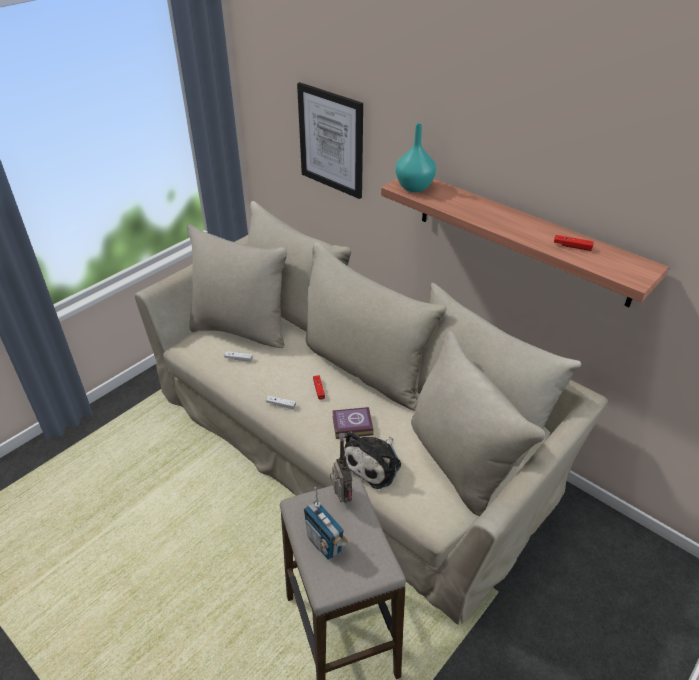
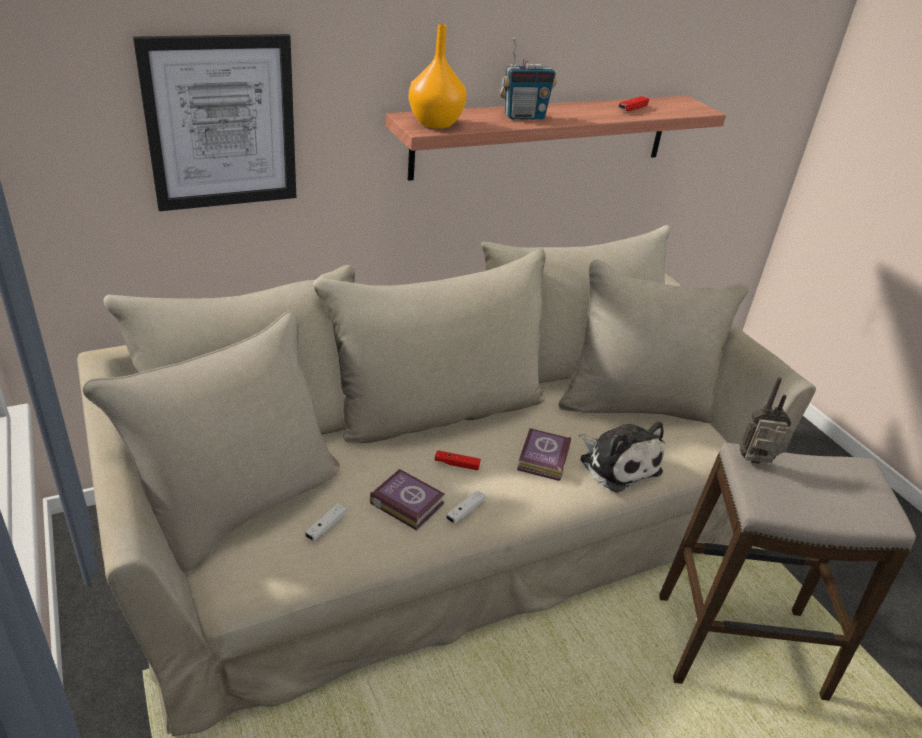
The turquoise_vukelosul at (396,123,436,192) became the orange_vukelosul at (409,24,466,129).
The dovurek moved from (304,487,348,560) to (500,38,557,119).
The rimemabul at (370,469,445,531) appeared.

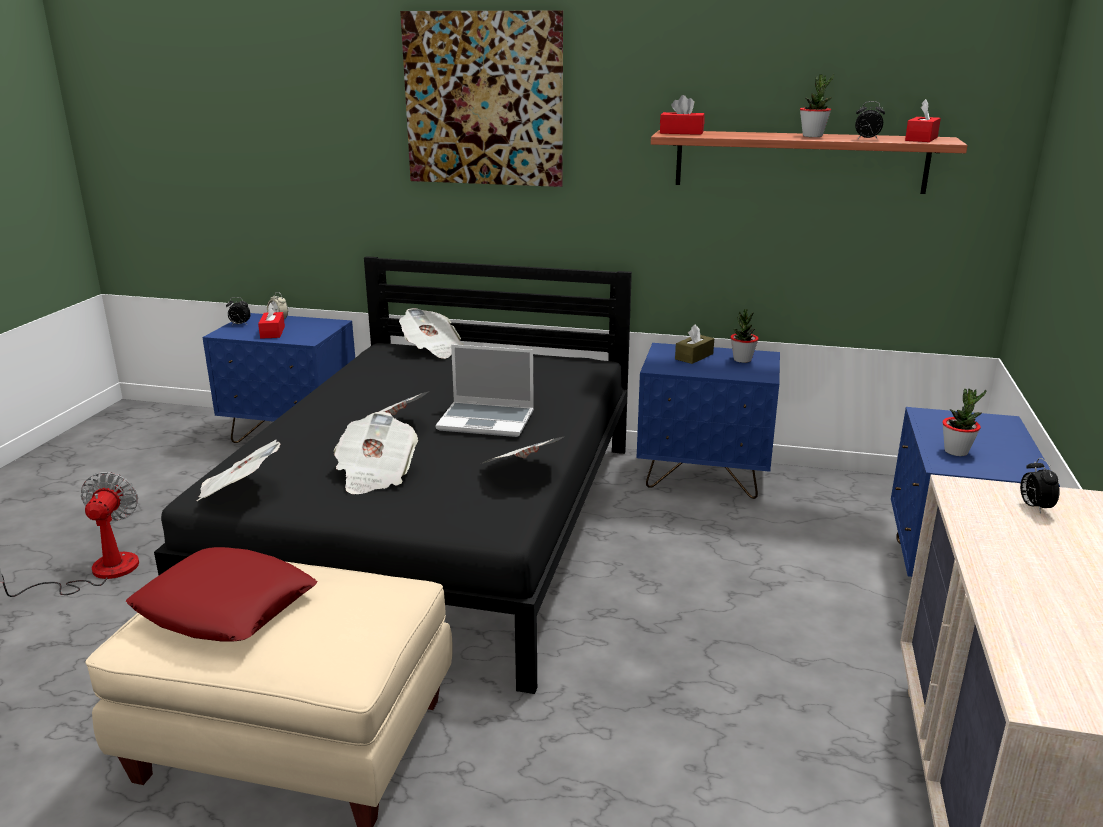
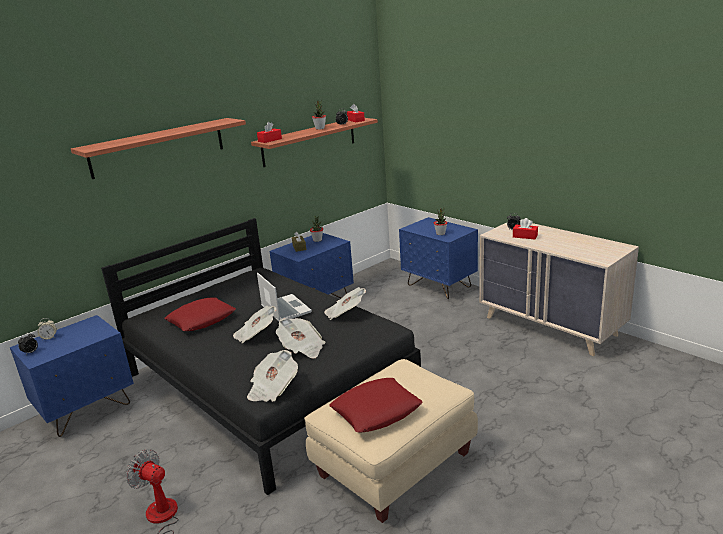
The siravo at (400,10,563,187) was replaced by the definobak at (71,118,246,179).
The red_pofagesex moved from (258,303,285,339) to (513,218,538,239).
The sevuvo at (399,308,464,359) disappeared.
The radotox at (436,344,534,437) turned 75 degrees counterclockwise.
The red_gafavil at (164,297,236,331) appeared.

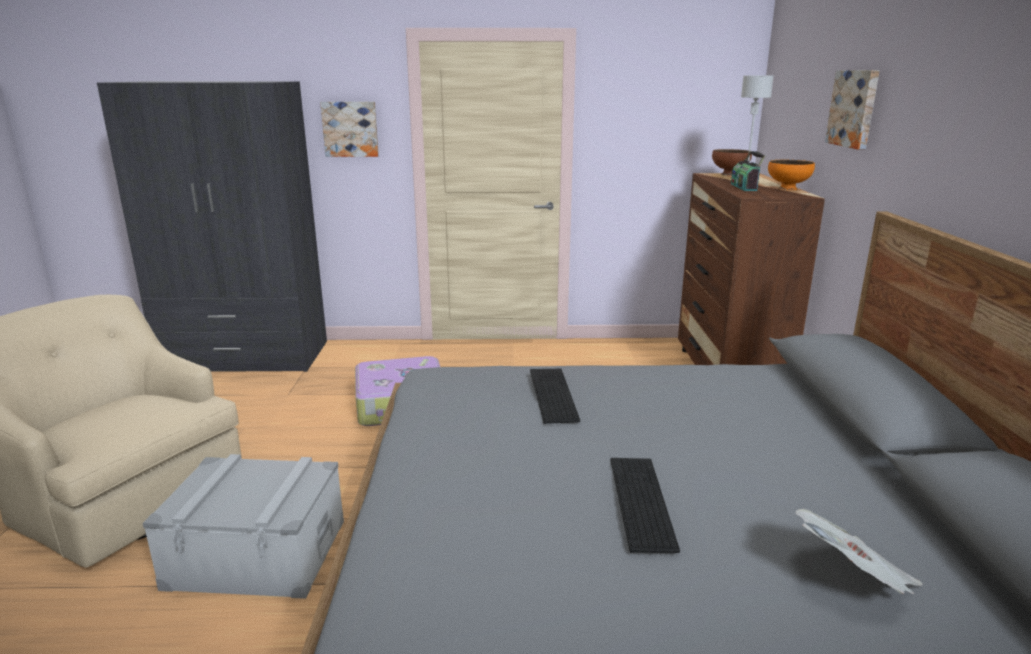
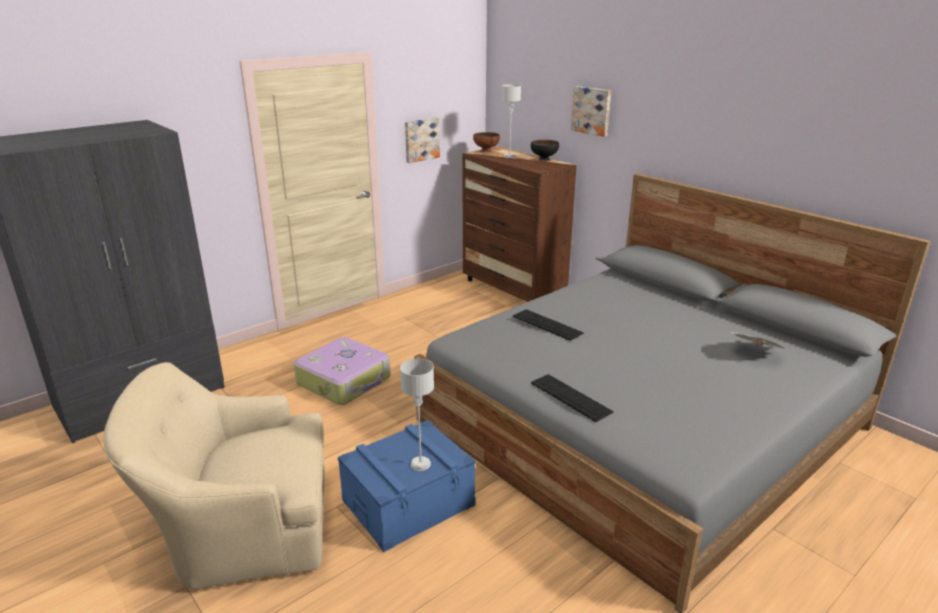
The siravo moved from (320,102,379,157) to (405,117,440,163).
The dovurek at (731,151,765,191) disappeared.
The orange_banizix at (768,160,815,190) became the black_banizix at (531,140,559,161).
The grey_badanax at (143,454,344,599) became the blue_badanax at (338,420,476,552).
The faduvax moved from (611,458,680,553) to (531,374,614,422).
The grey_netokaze at (400,359,434,471) appeared.

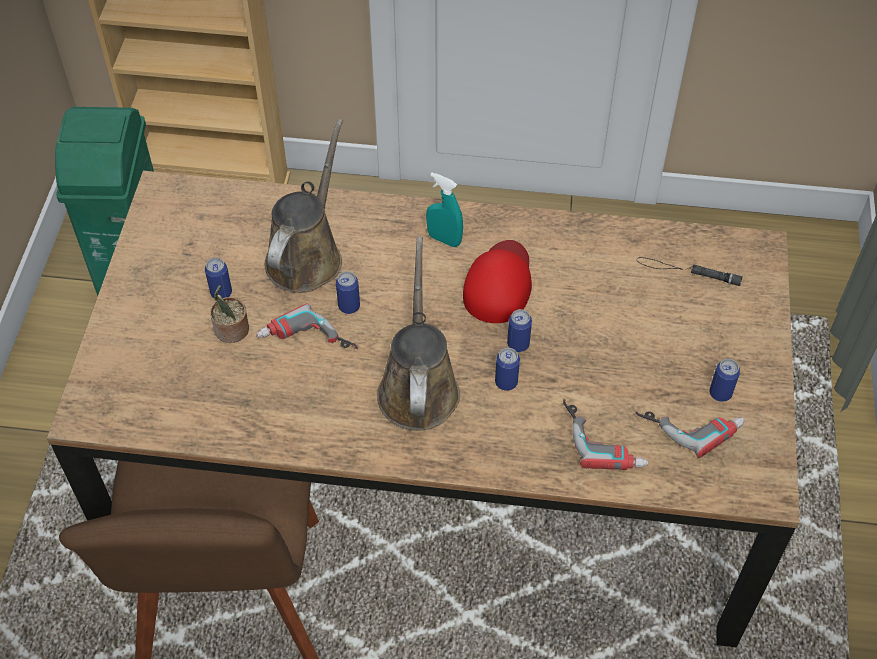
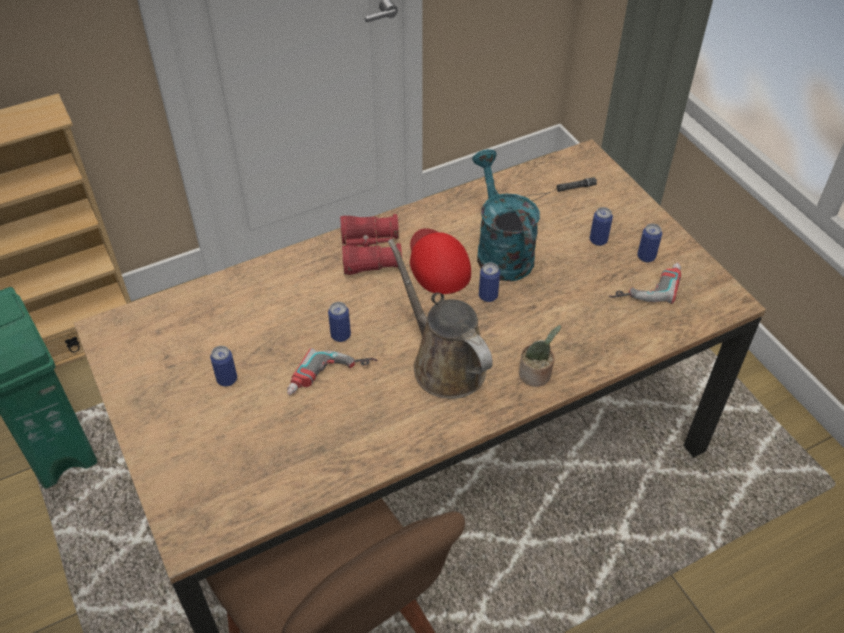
The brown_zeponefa at (265,119,343,293) disappeared.
The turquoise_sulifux at (426,172,463,247) was replaced by the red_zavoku at (340,214,402,275).
The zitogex moved from (210,285,249,343) to (519,325,561,387).
The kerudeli moved from (495,348,520,391) to (590,207,613,246).
The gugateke at (563,399,649,470) disappeared.
The turquoise_zeponefa at (472,149,540,281) appeared.

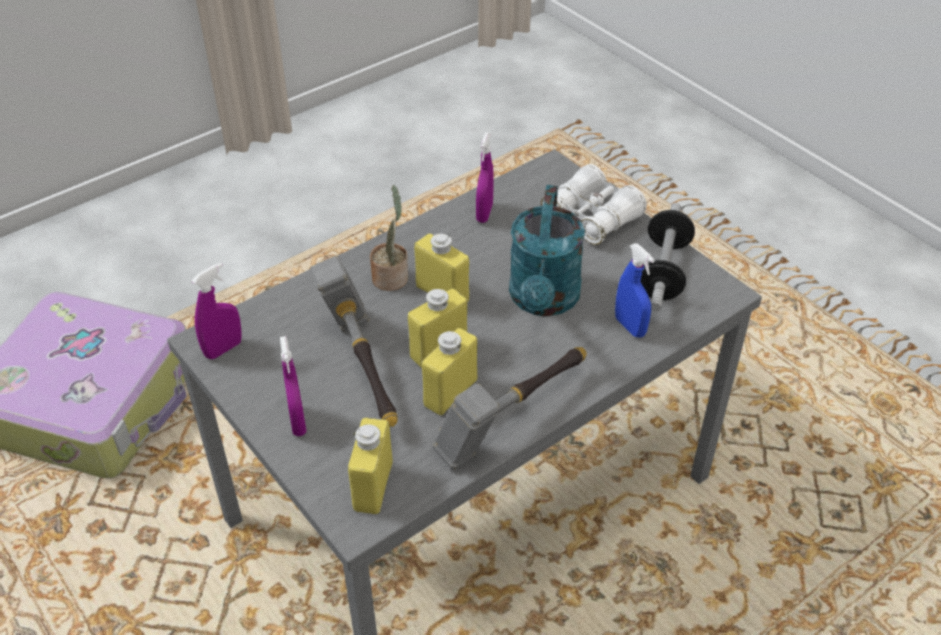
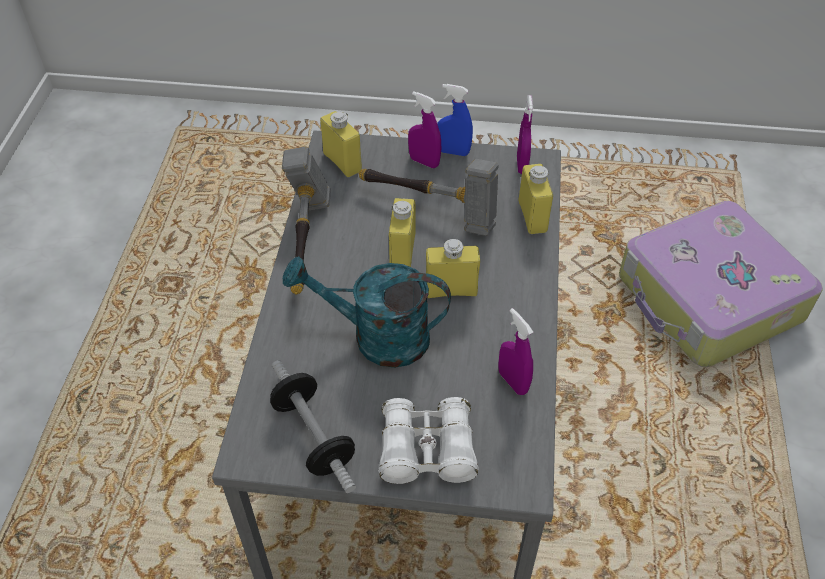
The zitogex at (370,185,408,291) disappeared.
The turquoise_zeponefa at (509,185,585,316) turned 45 degrees counterclockwise.
The blue_sulifux moved from (615,243,655,338) to (437,84,473,156).
The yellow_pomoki moved from (422,328,477,416) to (518,164,553,234).

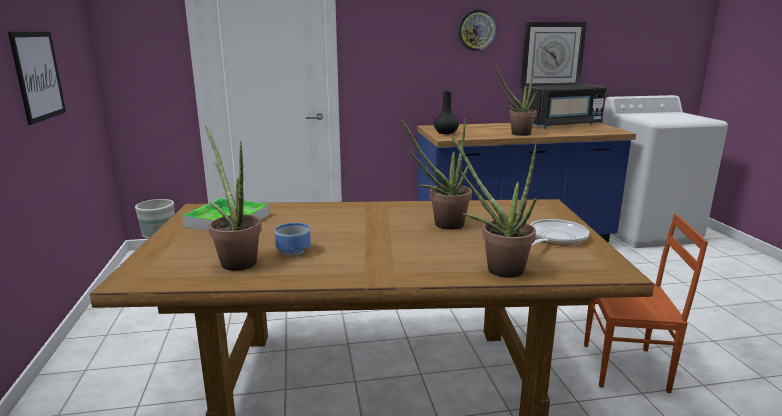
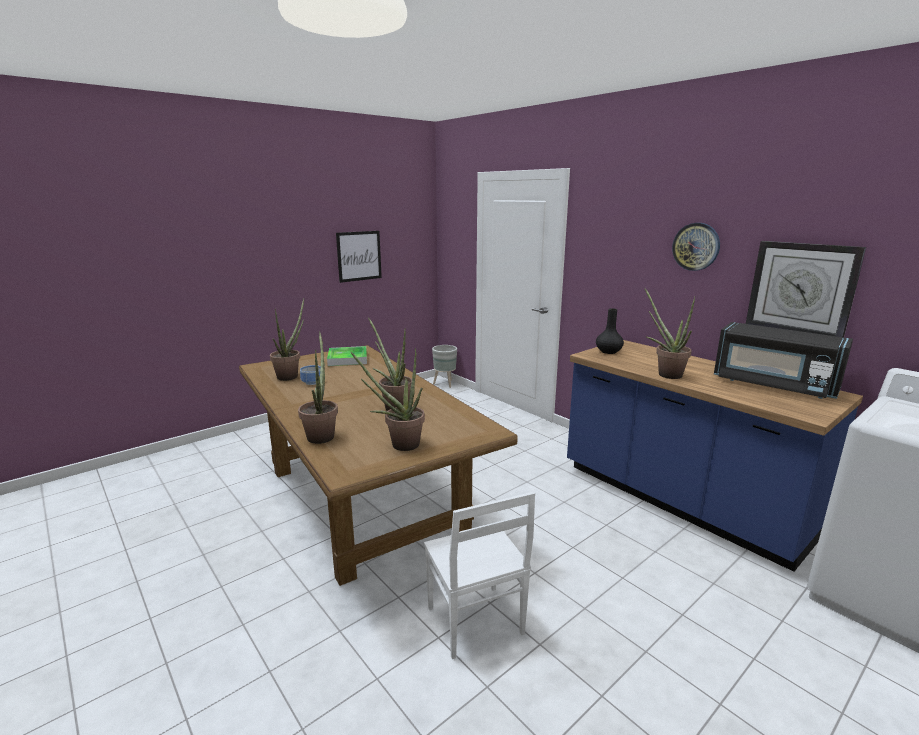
The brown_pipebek at (584,214,708,393) became the white_pipebek at (424,492,535,659).
The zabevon at (530,219,589,246) was replaced by the zitogex at (351,348,425,451).

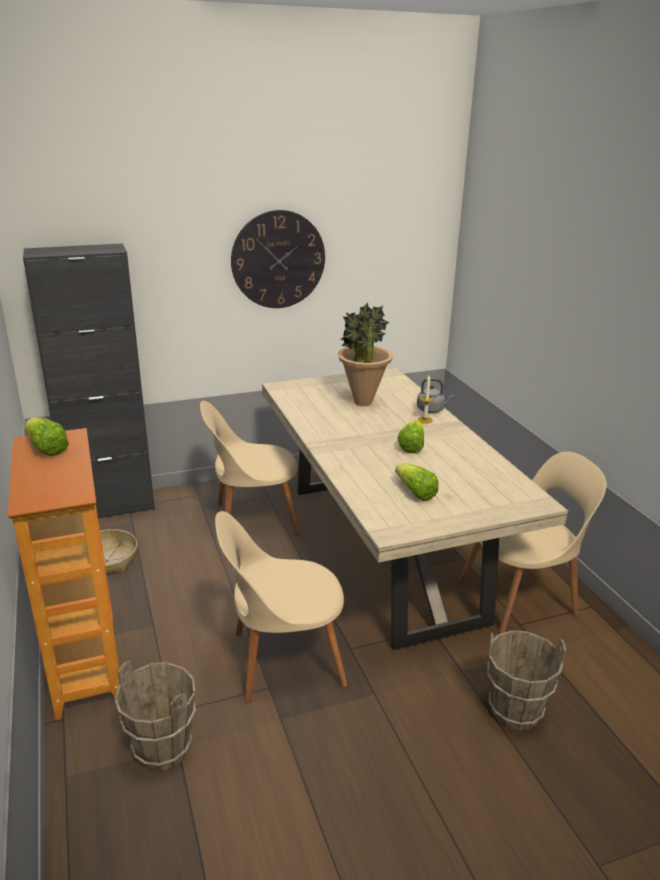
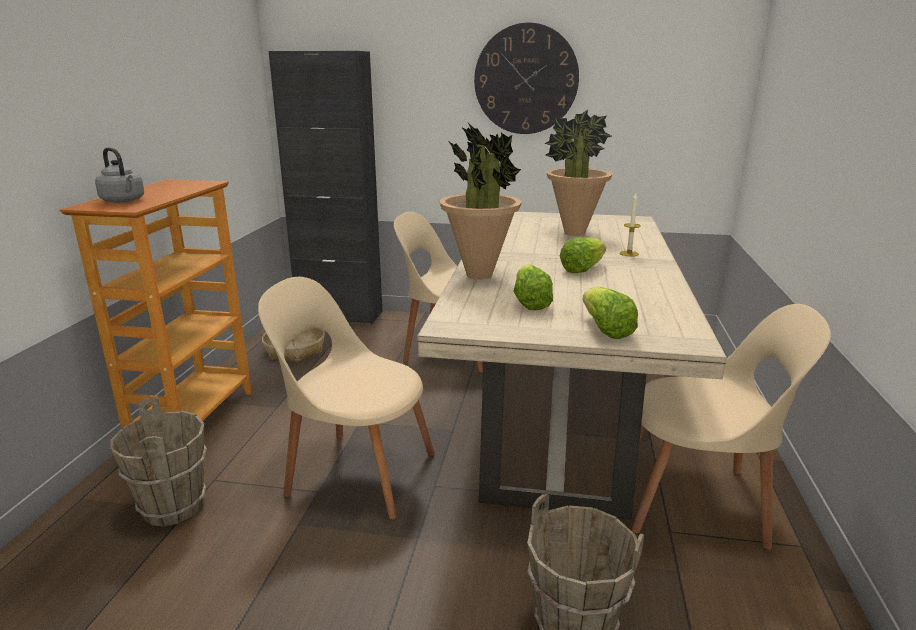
The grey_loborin moved from (417,378,454,413) to (95,147,144,203).
The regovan moved from (25,417,69,456) to (582,287,638,339).
The zitogex at (439,123,522,280) appeared.

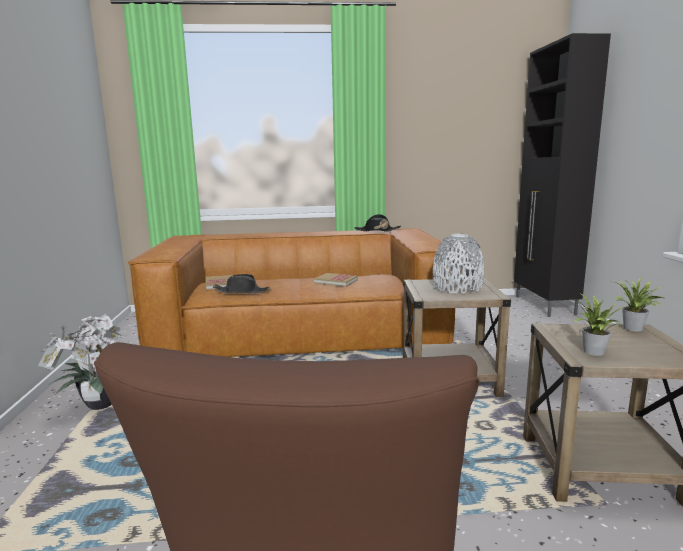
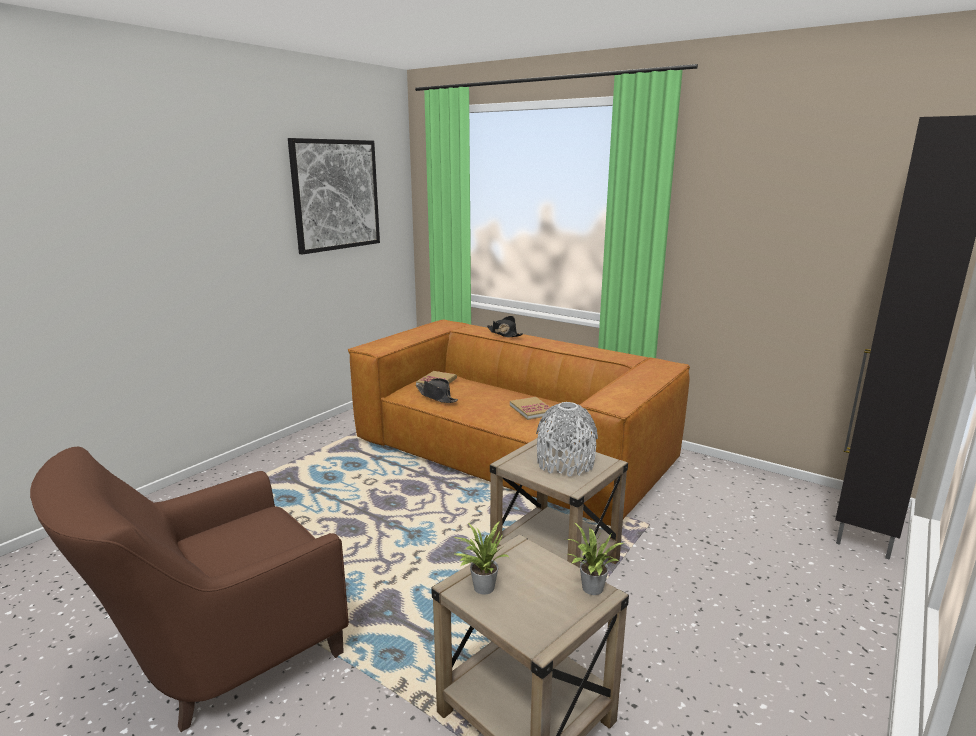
The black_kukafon moved from (355,214,401,232) to (487,316,523,338).
The zitogex at (38,314,123,410) disappeared.
The siravo at (288,138,380,255) appeared.

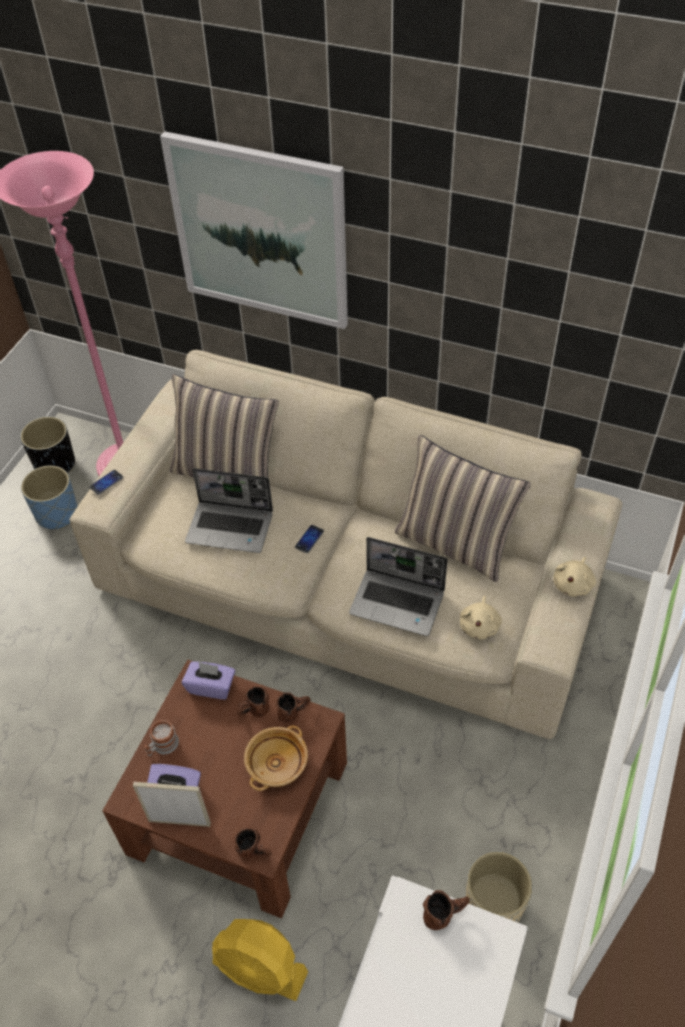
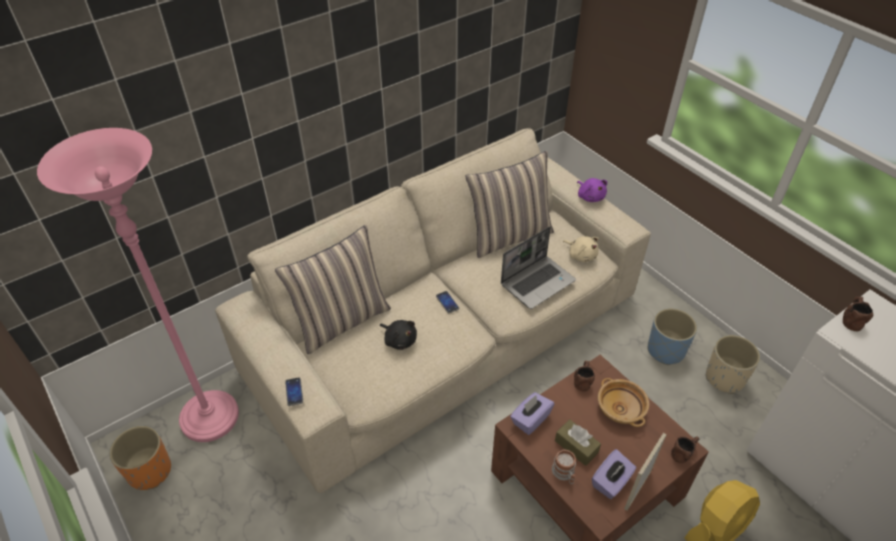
The siravo at (160,131,348,329) disappeared.
The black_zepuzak at (20,417,75,473) became the orange_zepuzak at (109,426,171,490).
The blue_zepuzak moved from (21,465,78,529) to (648,308,697,365).
The radotox at (185,468,273,553) was replaced by the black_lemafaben at (380,320,417,350).
The beige_lemafaben at (553,557,596,597) became the purple_lemafaben at (577,178,607,202).
The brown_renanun at (237,687,269,717) disappeared.
The brown_pofagesex at (555,419,601,466) appeared.

